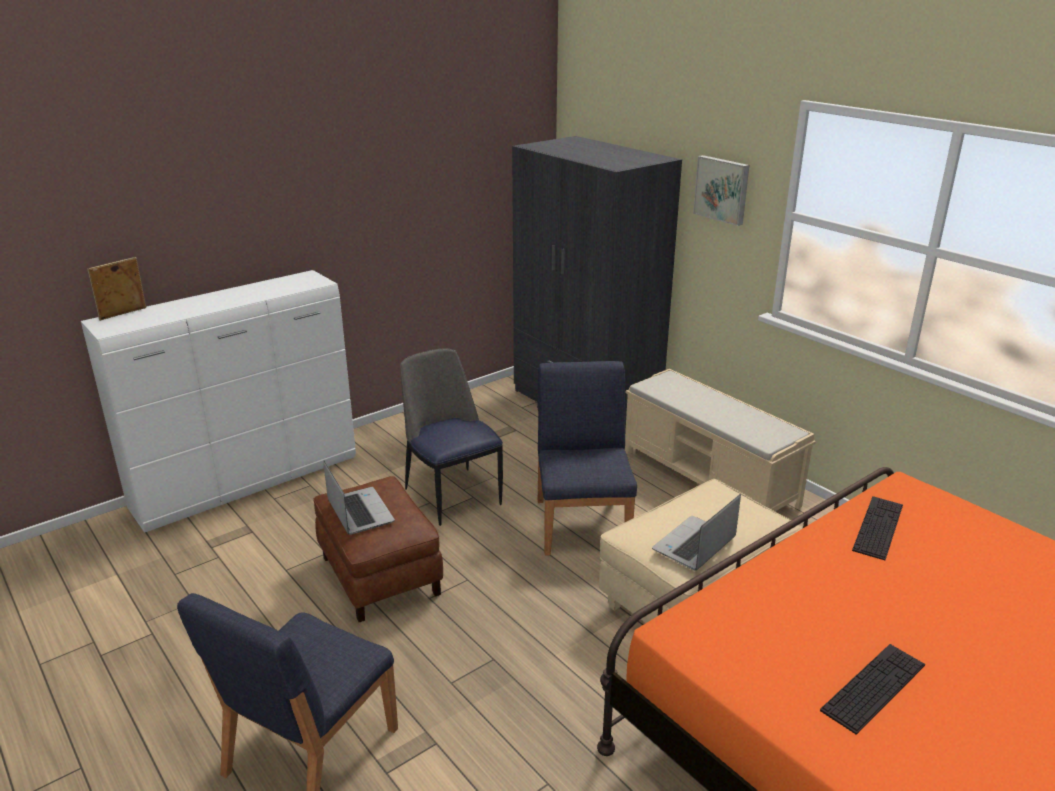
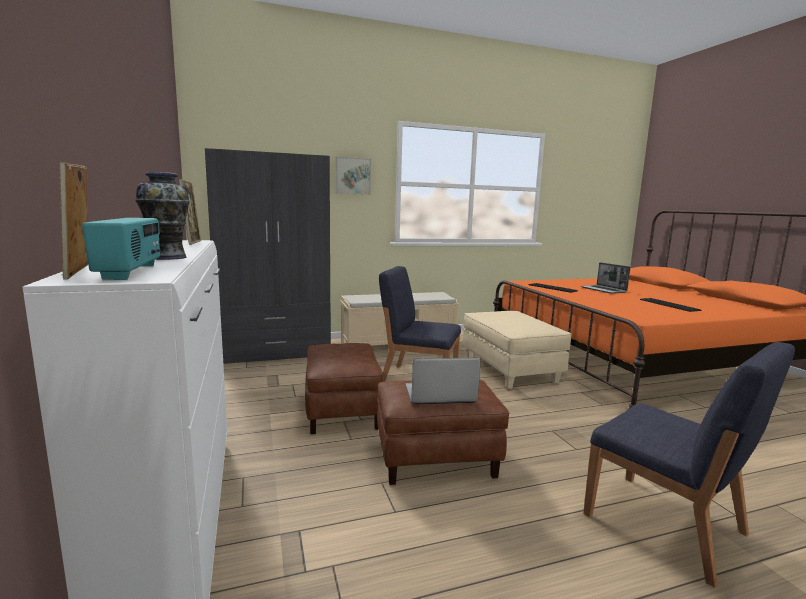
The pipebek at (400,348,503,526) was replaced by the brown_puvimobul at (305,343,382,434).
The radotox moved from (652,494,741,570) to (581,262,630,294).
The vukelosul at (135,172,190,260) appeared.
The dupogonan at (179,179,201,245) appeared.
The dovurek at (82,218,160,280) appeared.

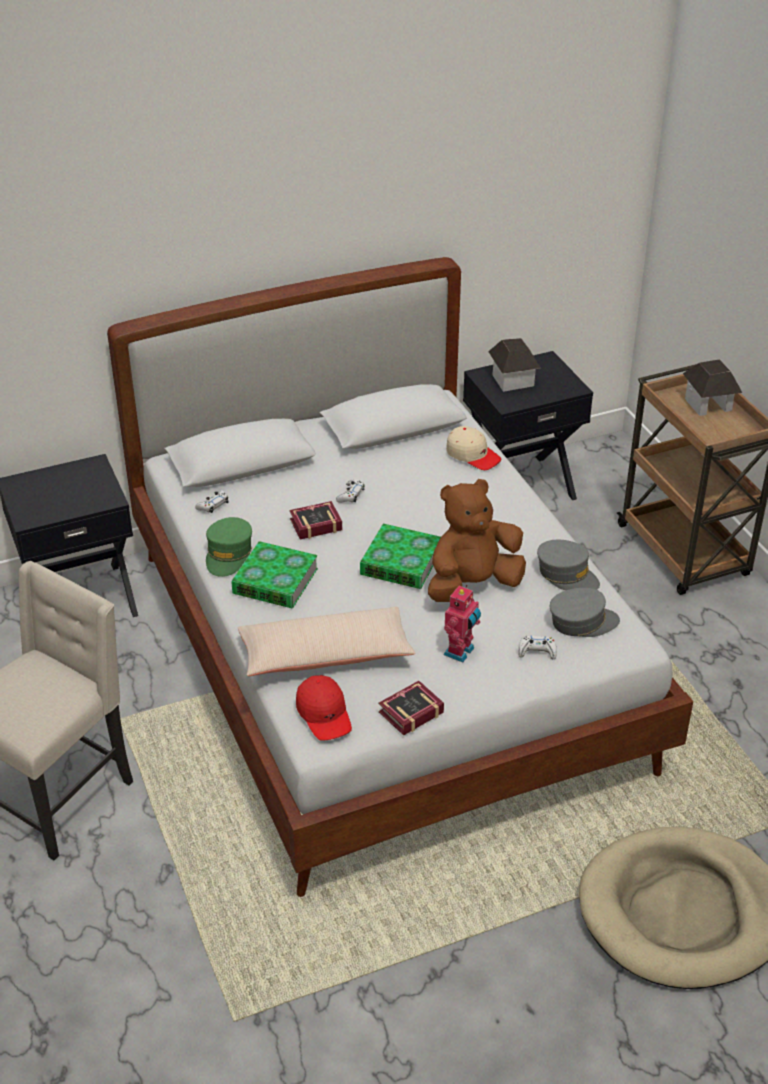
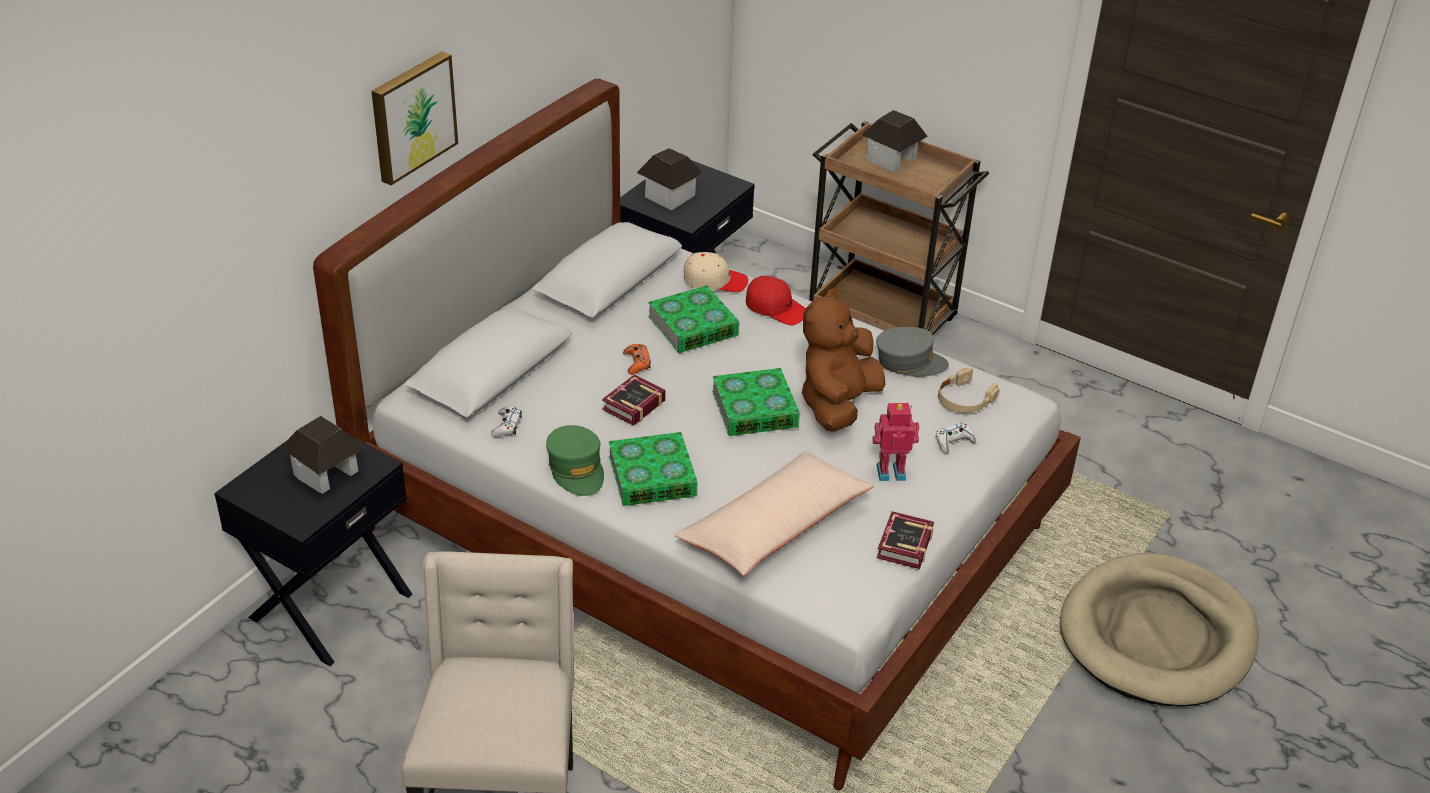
The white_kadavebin at (336,479,365,503) became the orange_kadavebin at (623,344,651,375).
The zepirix at (444,585,481,663) turned 90 degrees counterclockwise.
The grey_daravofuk at (550,588,620,637) was replaced by the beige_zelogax at (938,368,999,413).
The red_daravofuk moved from (296,675,352,741) to (746,276,806,325).
The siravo at (371,51,458,185) appeared.
The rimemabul at (648,285,739,353) appeared.
The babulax at (280,416,365,494) appeared.

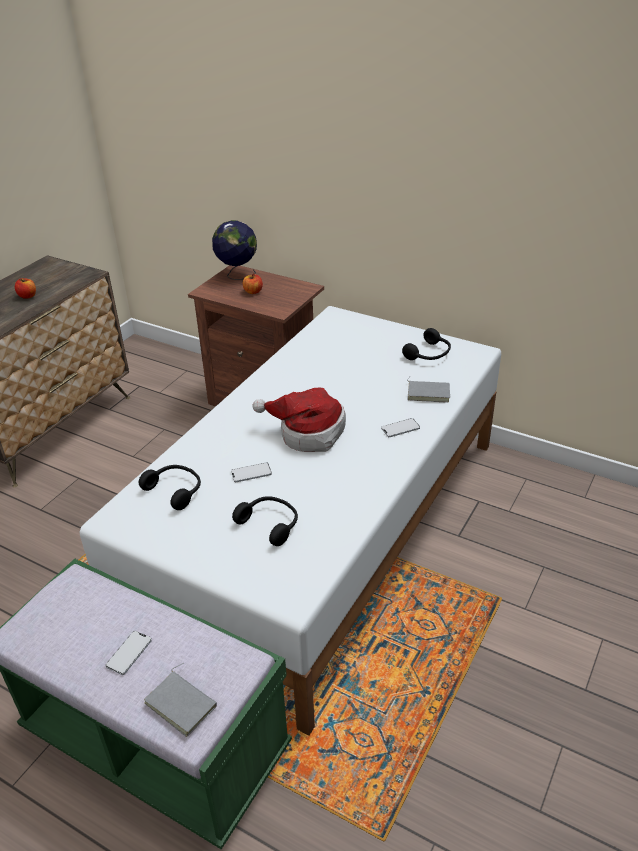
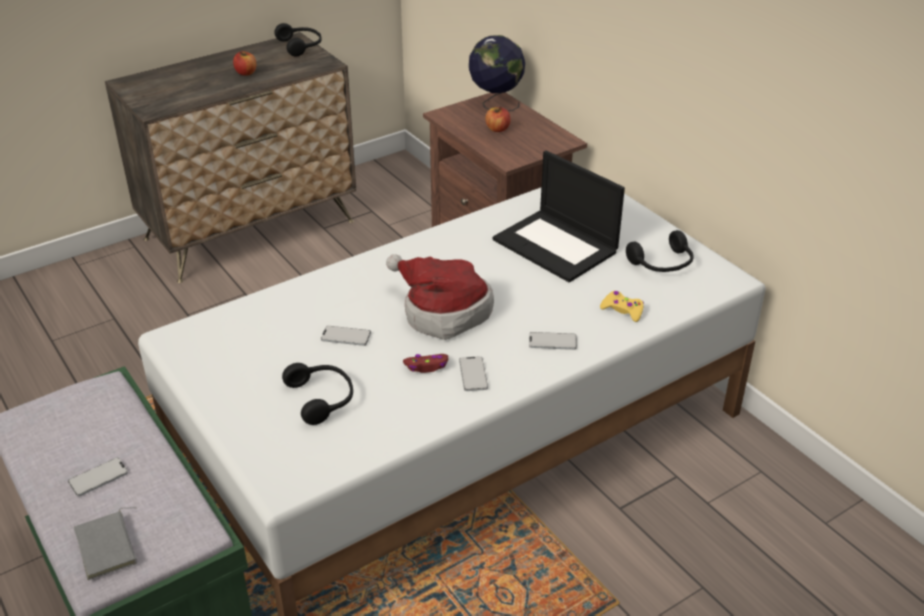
The grey_rimemabul at (407,376,450,403) was replaced by the yellow_kadavebin at (600,291,644,322).
The black_zelogax moved from (139,465,201,510) to (274,23,322,56).
The radotox at (493,150,625,282) appeared.
The red_kadavebin at (403,354,448,373) appeared.
The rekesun at (459,356,488,391) appeared.

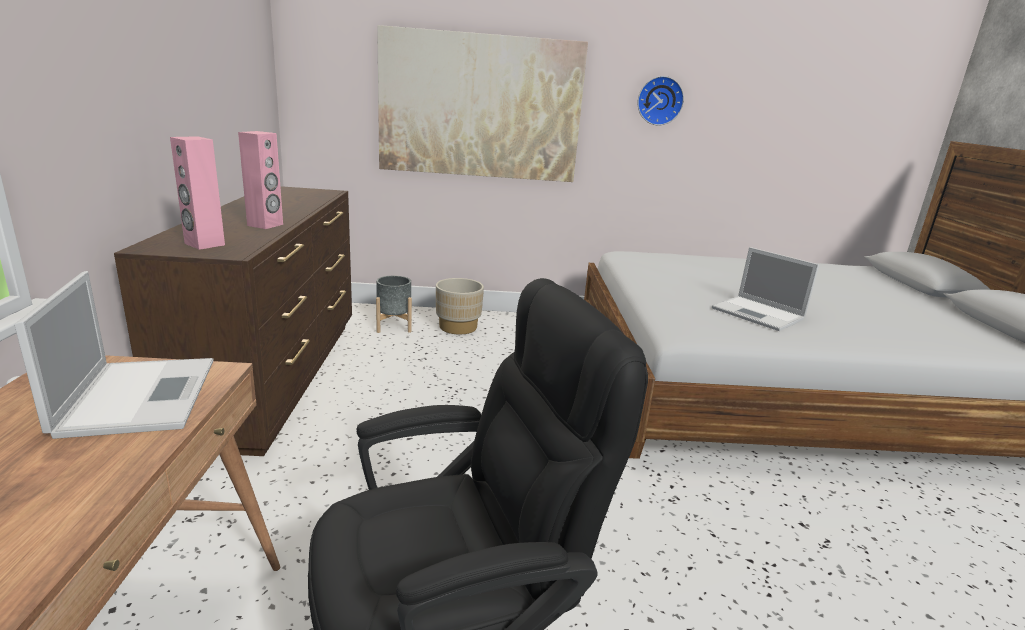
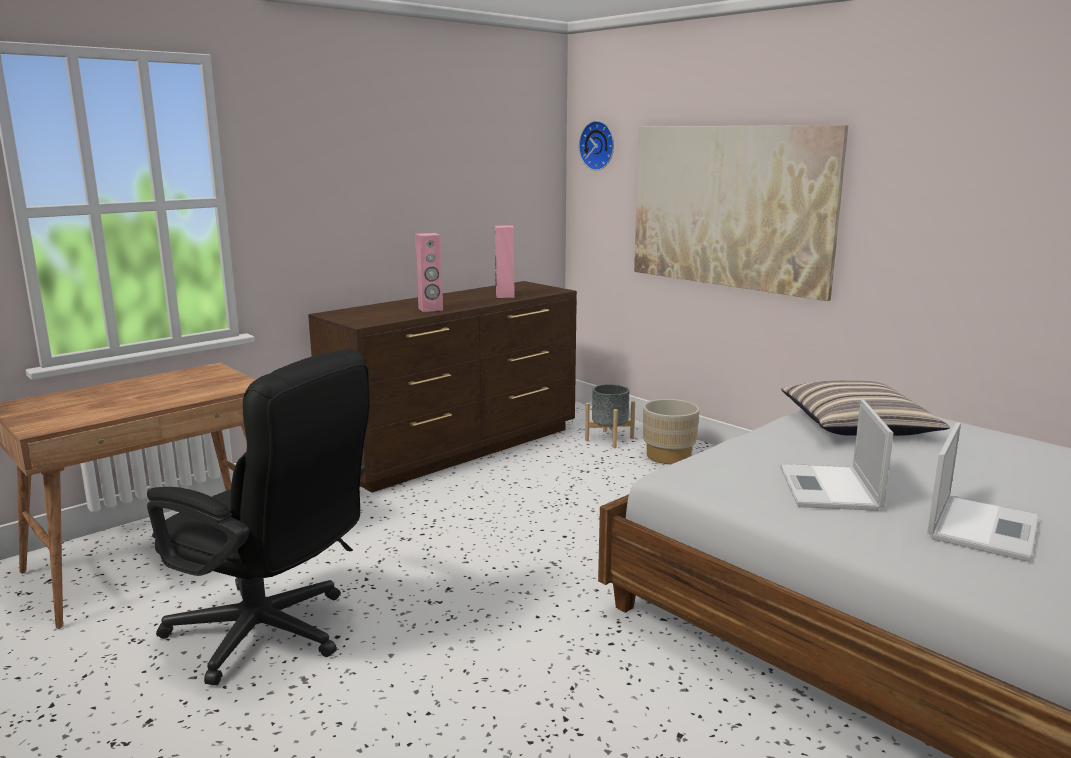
The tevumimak moved from (638,76,684,125) to (579,121,614,171).
The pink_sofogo moved from (170,136,225,250) to (495,226,514,298).
The radotox moved from (14,271,213,439) to (927,422,1039,562).
The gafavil at (781,380,950,436) appeared.

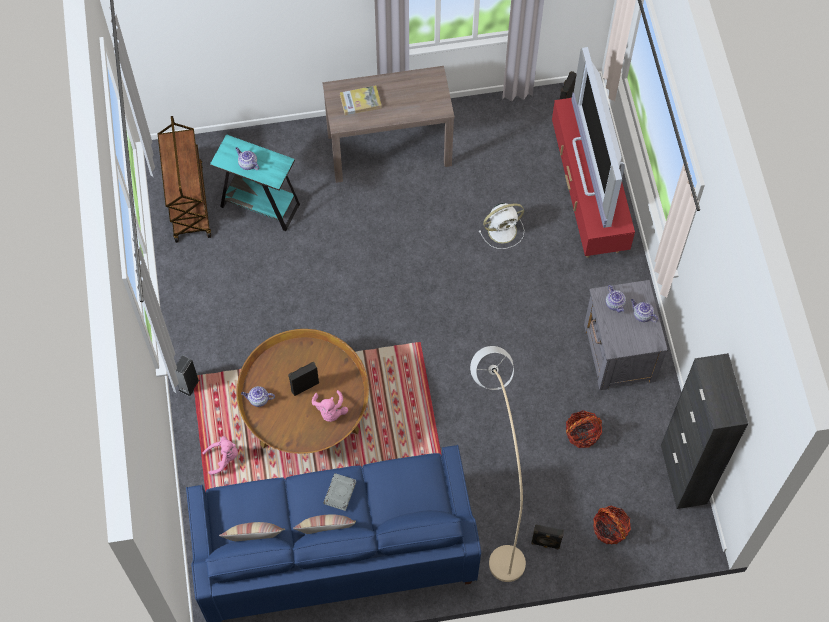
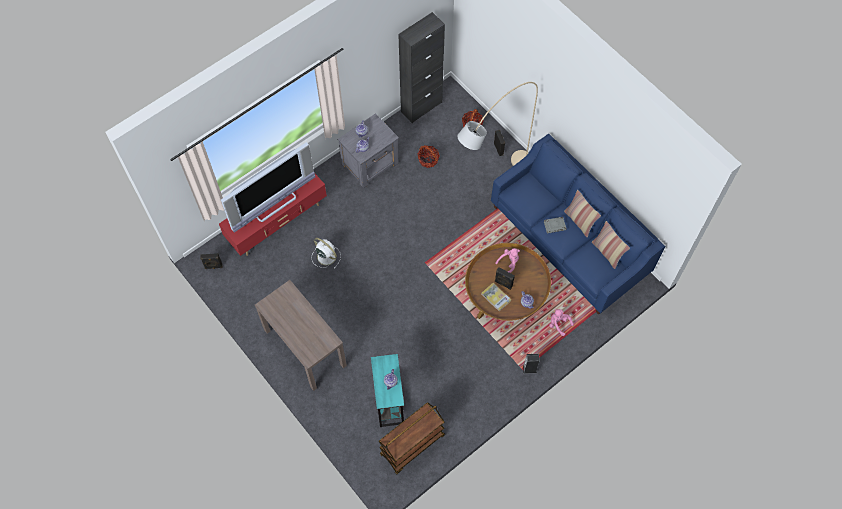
The rimemabul moved from (340,85,382,116) to (481,283,511,312).

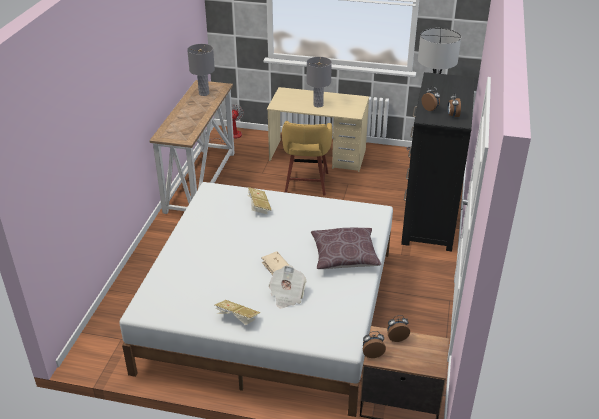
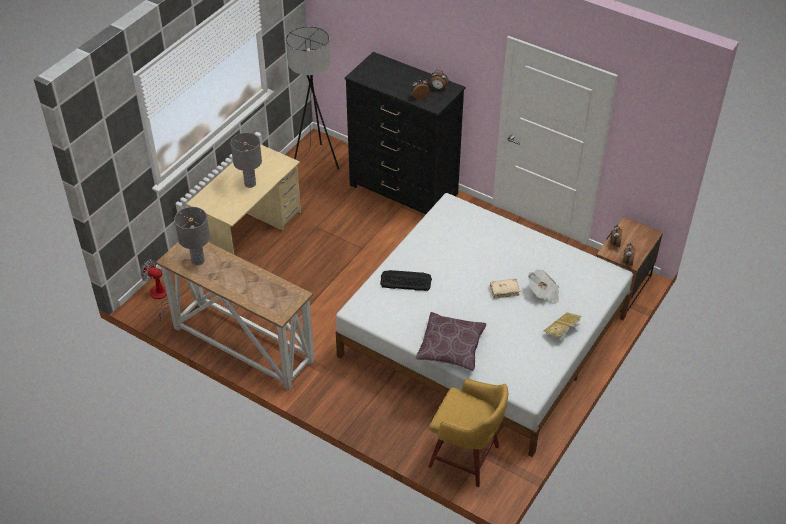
The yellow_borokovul moved from (282,121,333,196) to (428,379,508,487).
The rimemabul at (246,187,272,215) was replaced by the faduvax at (380,270,432,291).
The brown_gafavil moved from (311,228,382,269) to (415,312,487,371).

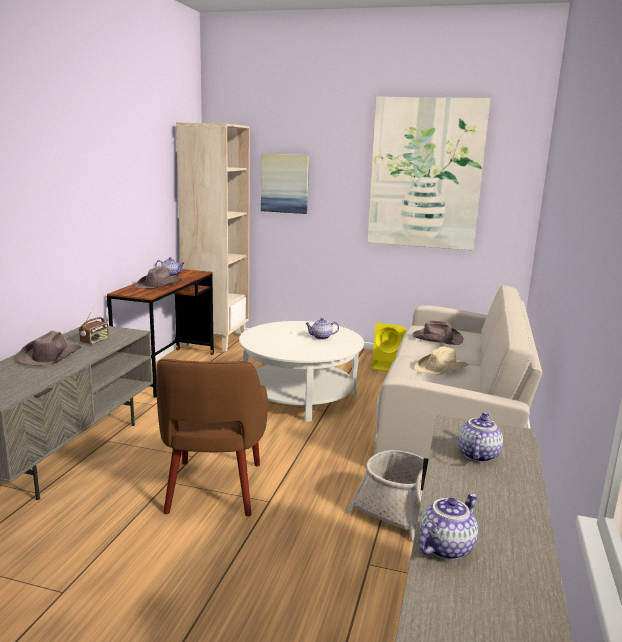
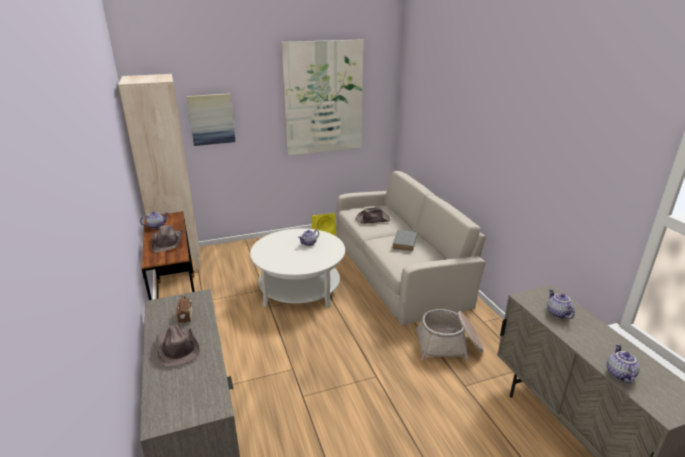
The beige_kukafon at (414,347,469,375) was replaced by the grey_rimemabul at (392,230,417,251).
The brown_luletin at (156,359,268,516) disappeared.

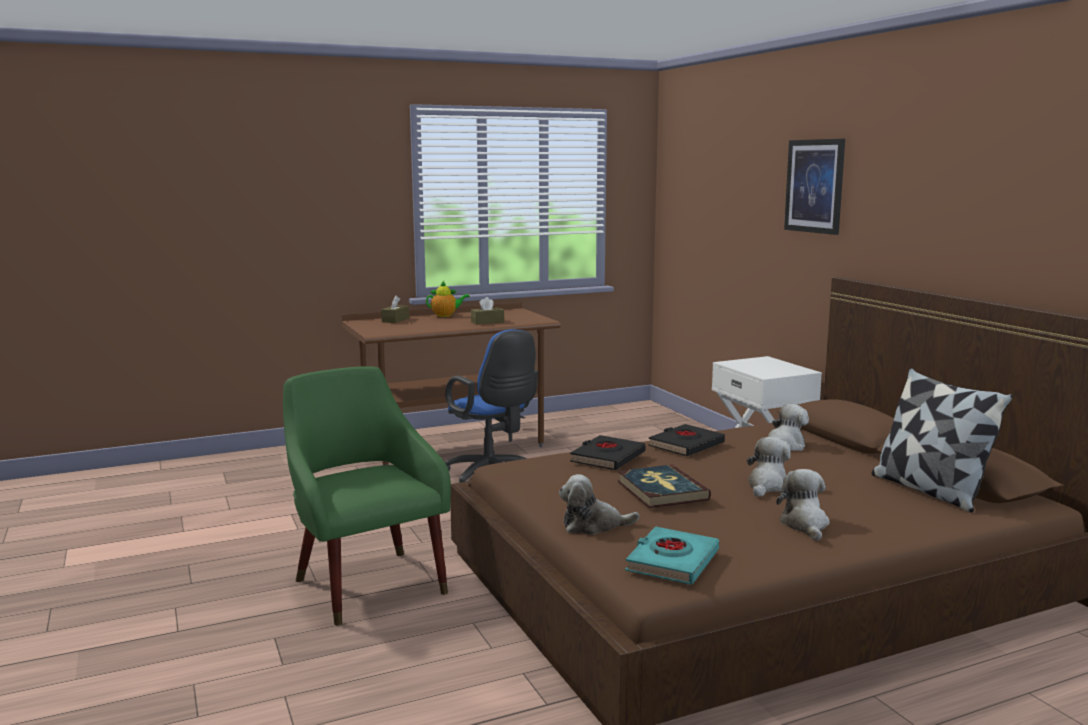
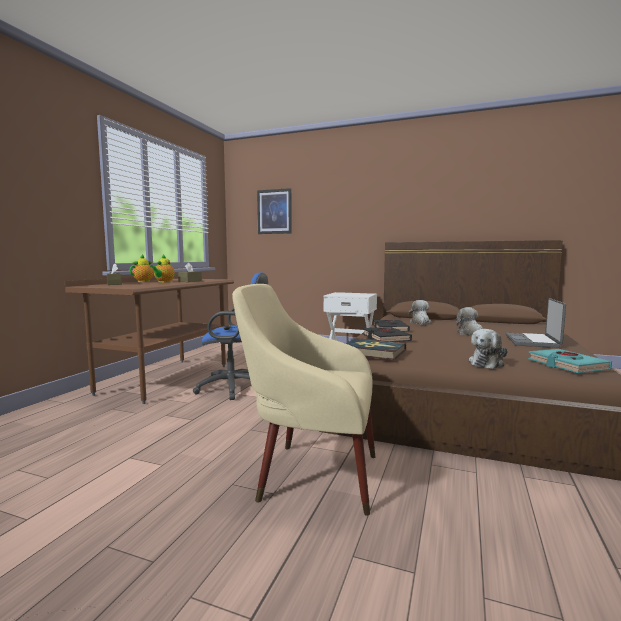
The siravo moved from (784,139,845,235) to (257,188,292,234).
The green_luletin at (283,366,451,625) became the beige_luletin at (232,284,376,516).
The gafavil at (872,368,1013,513) disappeared.
The rimemabul moved from (617,464,711,508) to (346,338,406,360).
The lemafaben at (776,469,830,541) was replaced by the radotox at (505,298,566,348).
The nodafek at (150,254,175,282) appeared.

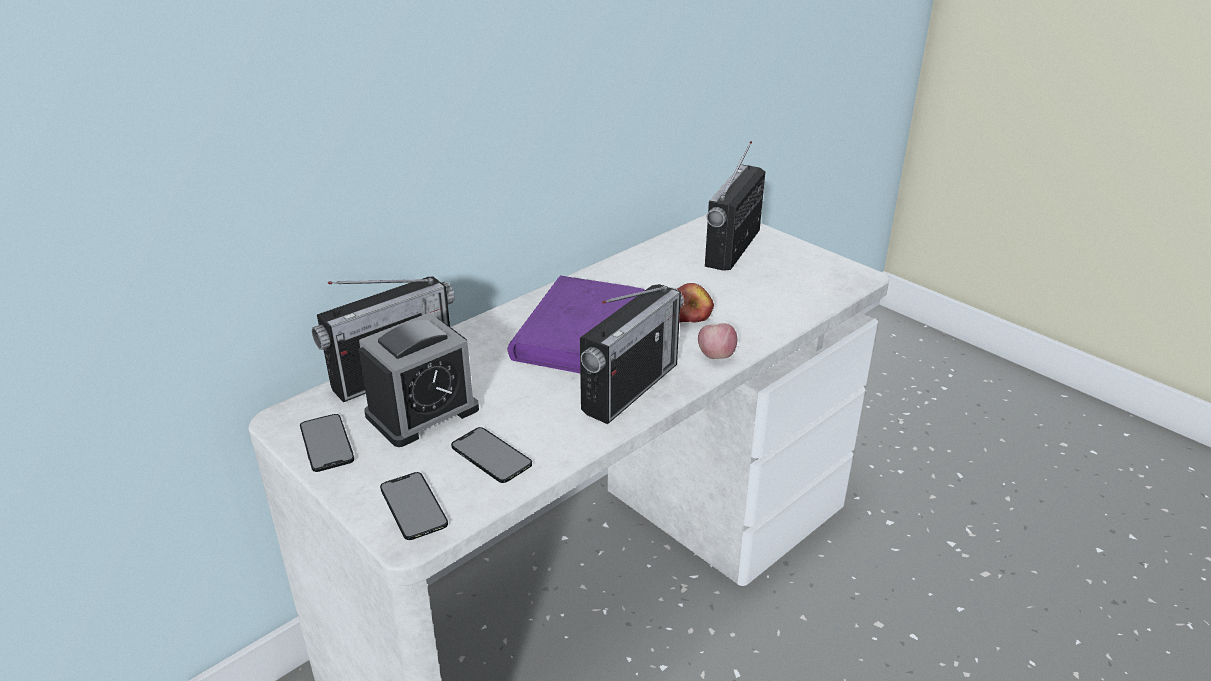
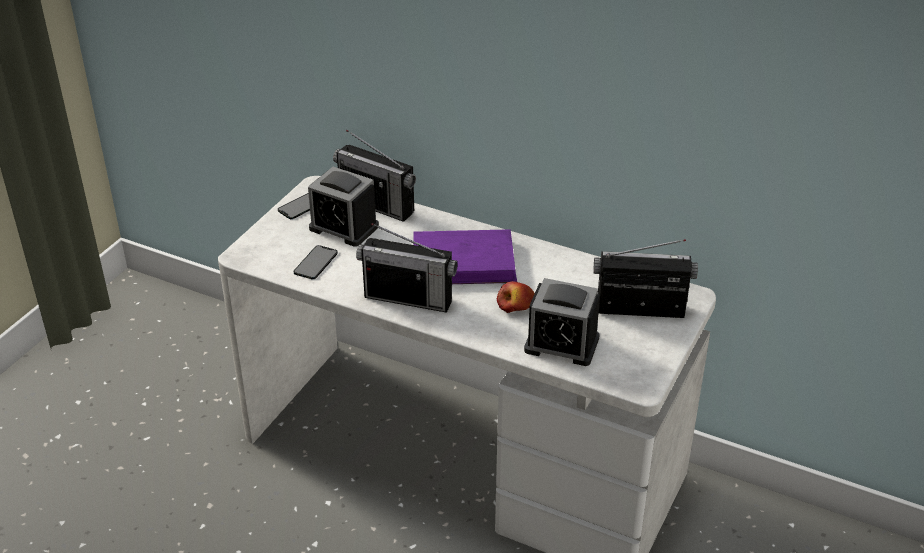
The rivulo at (698,323,737,359) disappeared.
The rekesun at (380,472,448,540) disappeared.
The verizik at (524,278,600,366) appeared.

